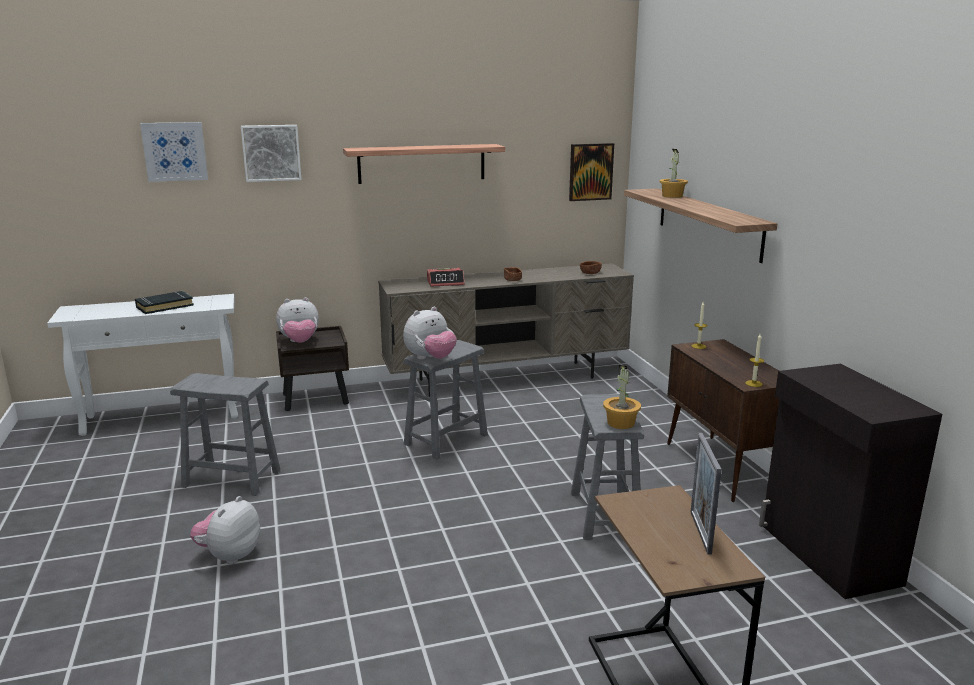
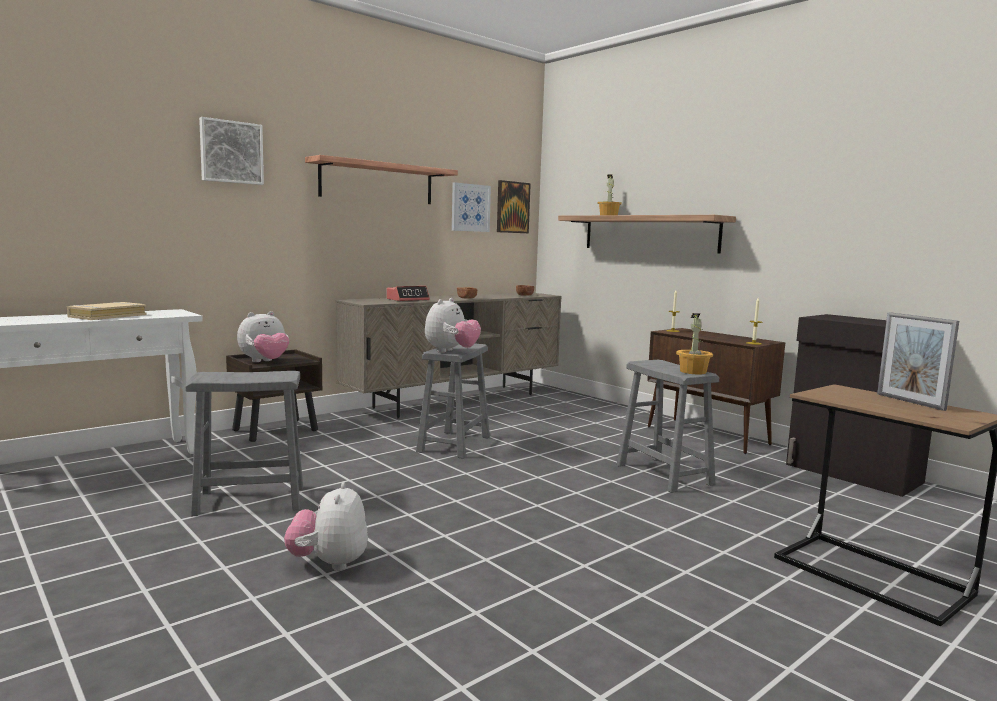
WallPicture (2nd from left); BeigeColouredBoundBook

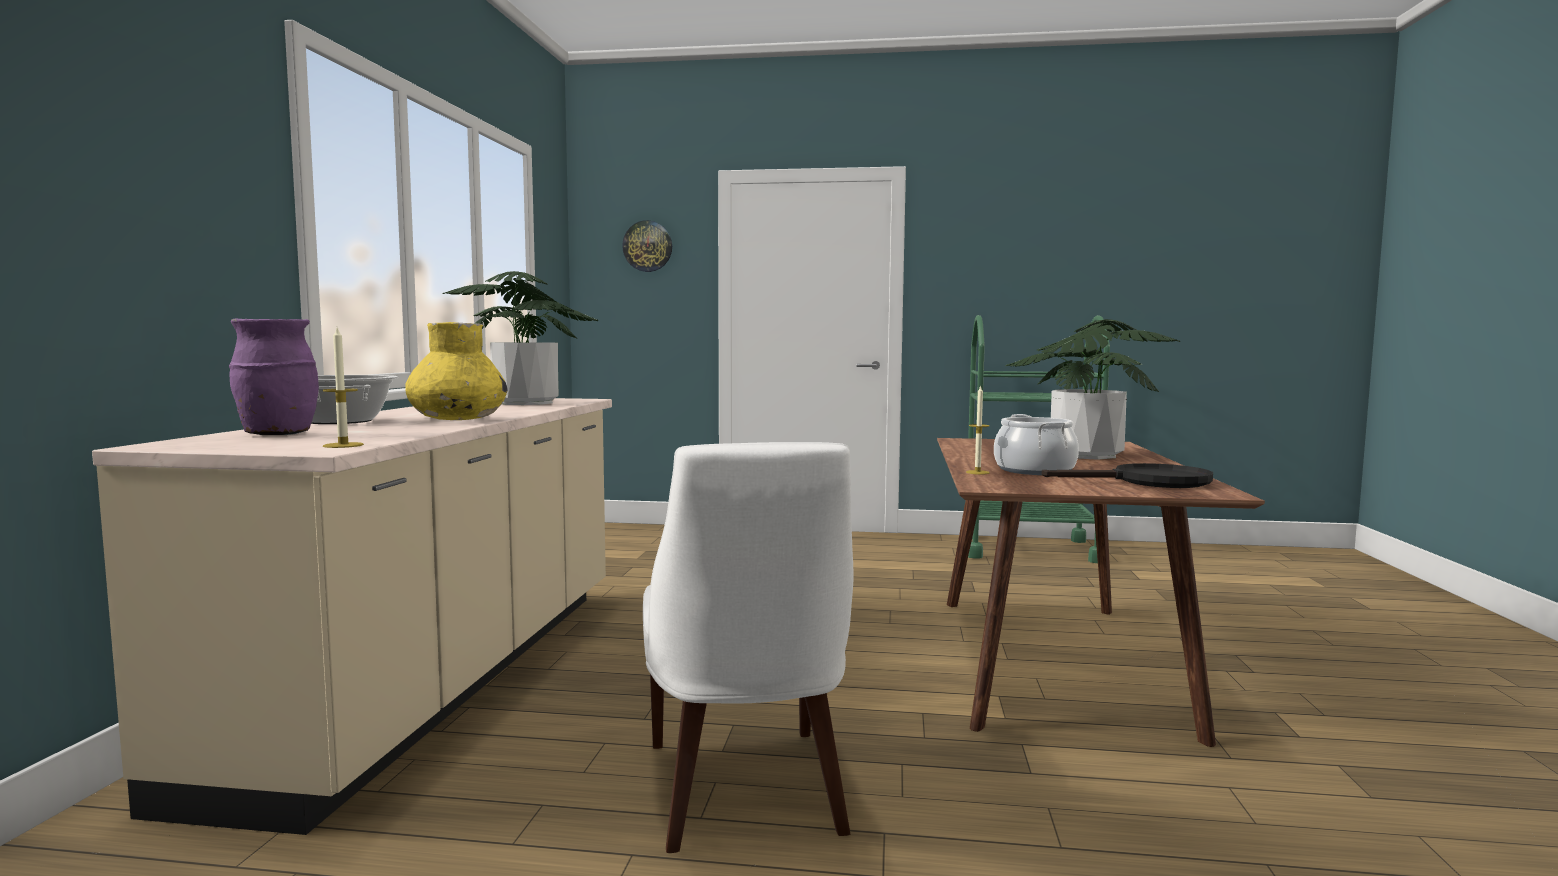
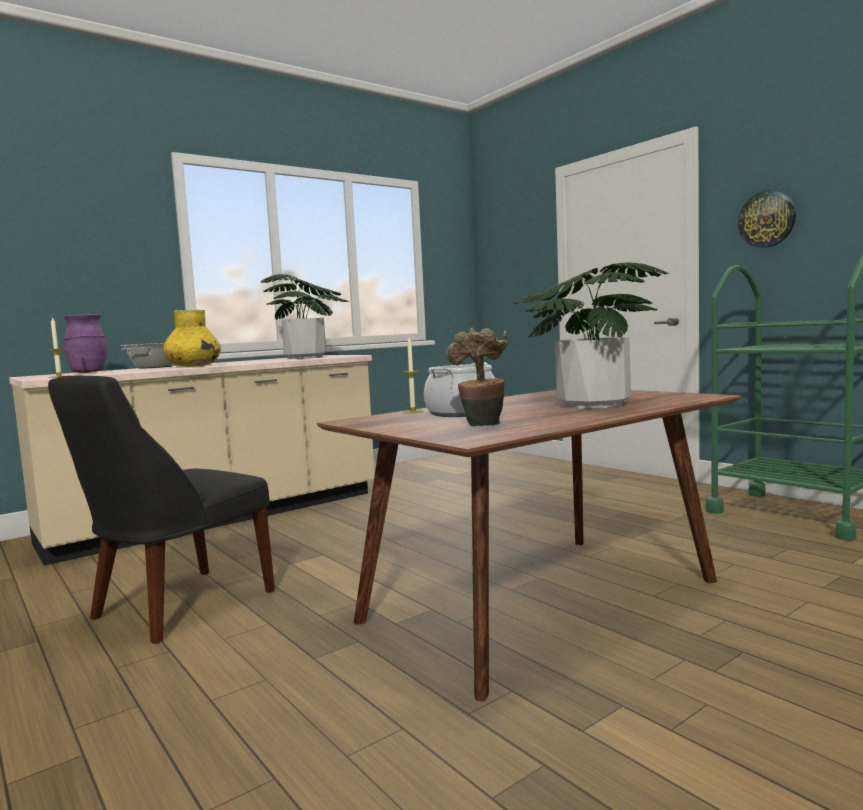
WallClock; PlantInAPot (2nd from left); BlackishPlainChair

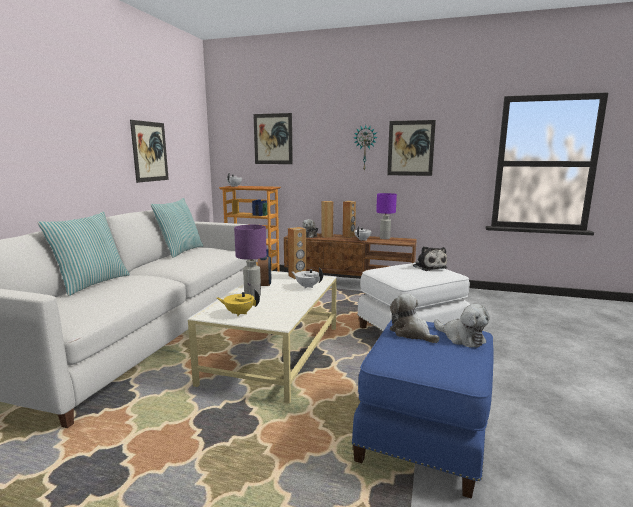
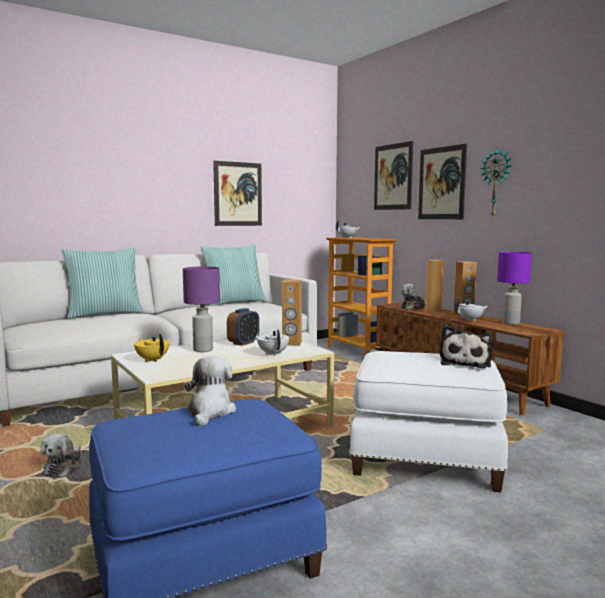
WallPicture (3rd from left); PlushToy (1st from left)

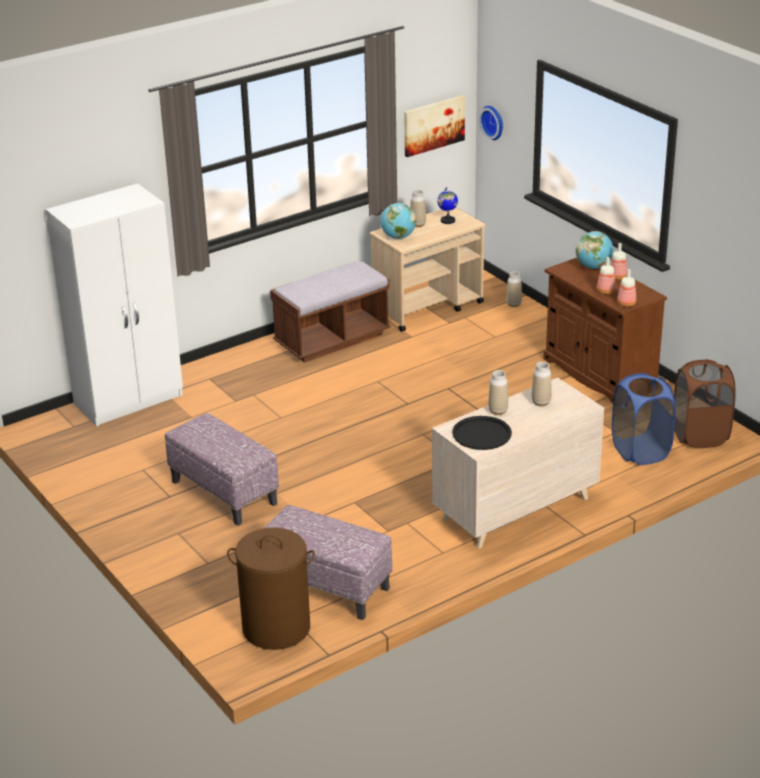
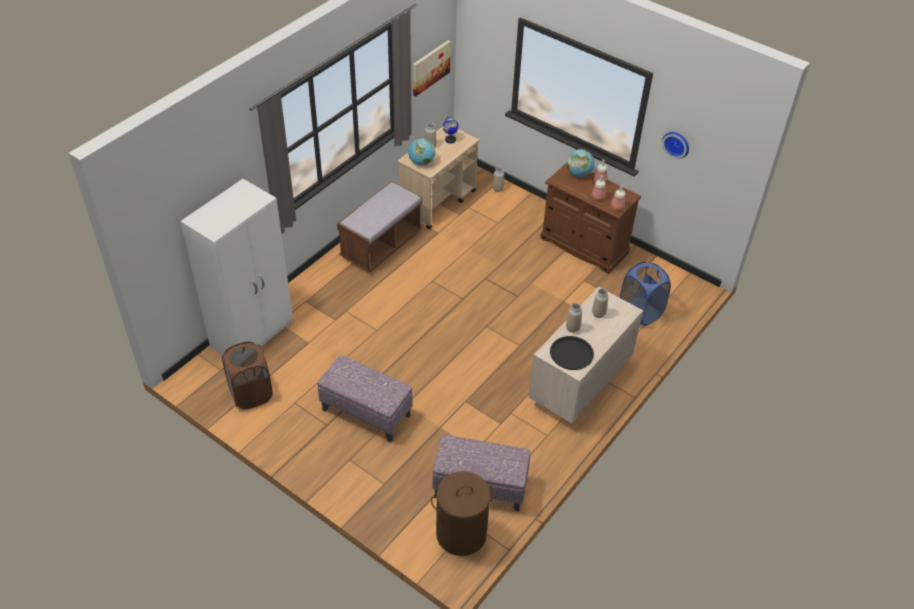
WallClock; BrownLaundryBasket (1st from left)

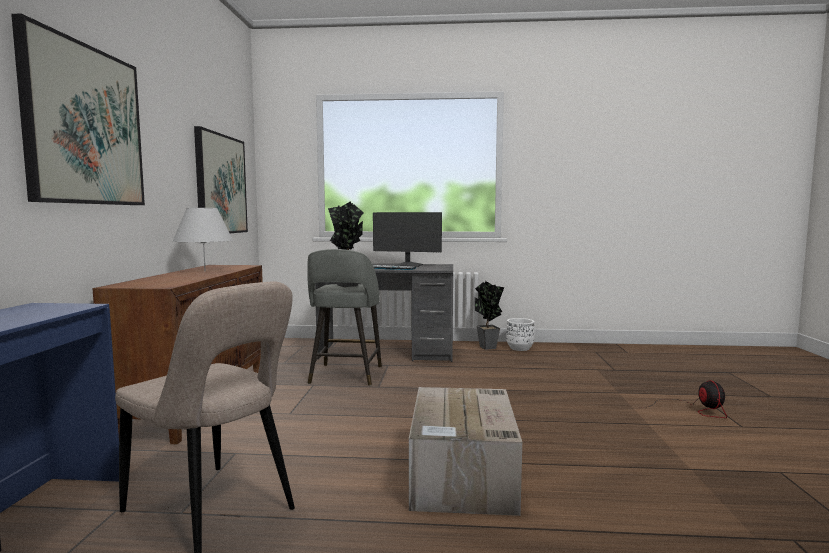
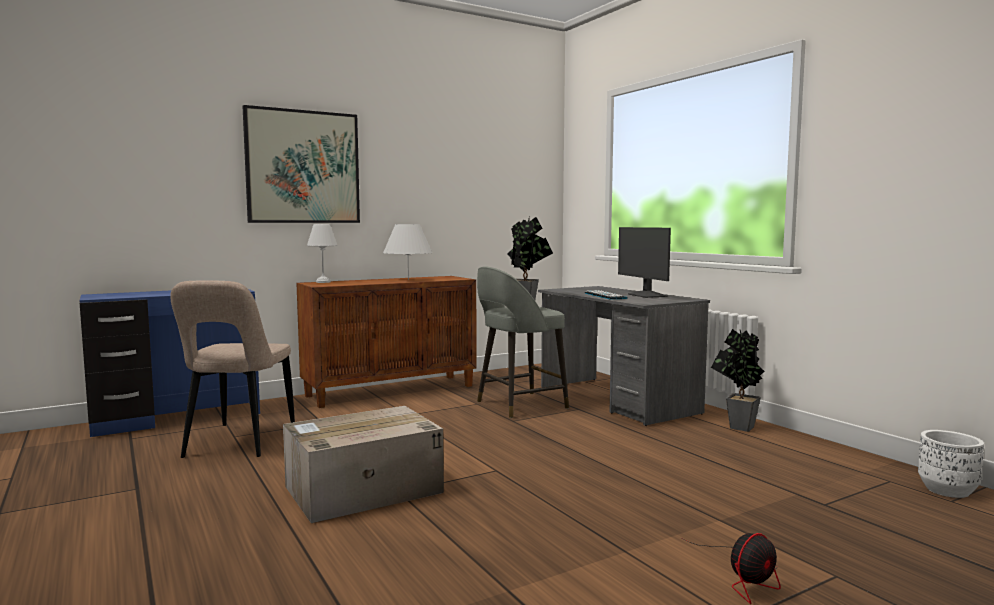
WallPicture (2nd from left in the first image); WhiteColouredLampForATable (1st from left); WhiteColouredPlanter

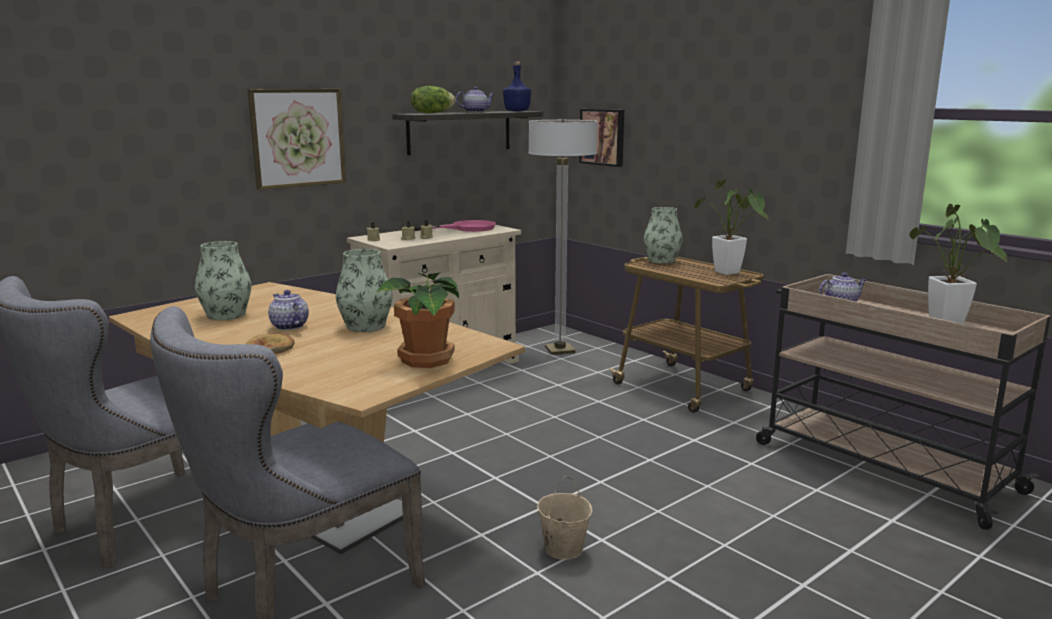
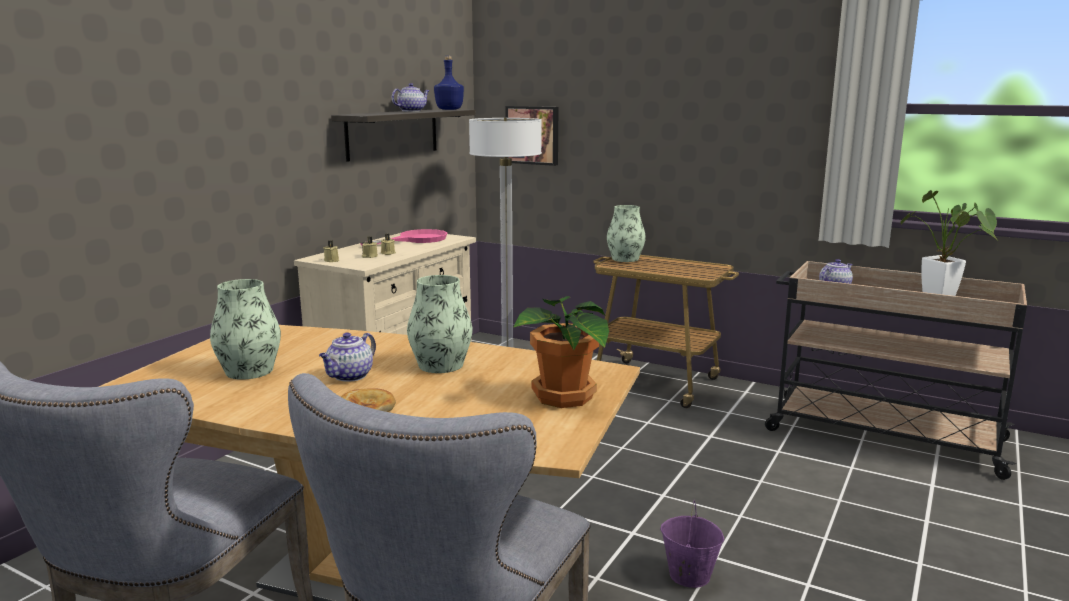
WallPicture (1st from left in the first image); HeadOfLettuce; PlantInAPot (2nd from left in the first image); PurplishWaterBucket; TeaPot (1st from left)

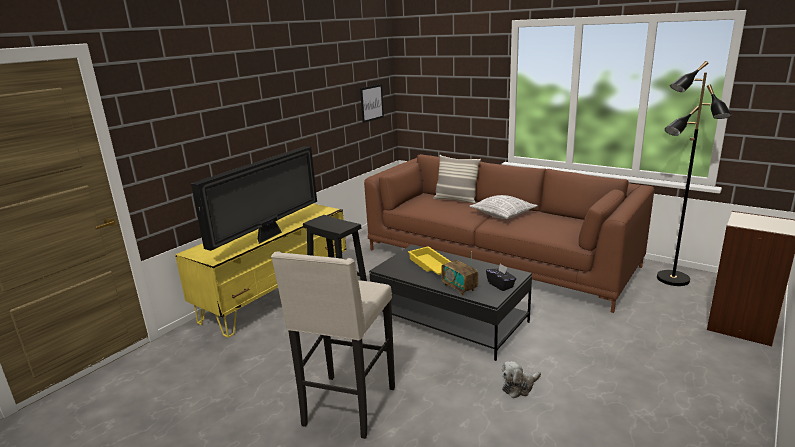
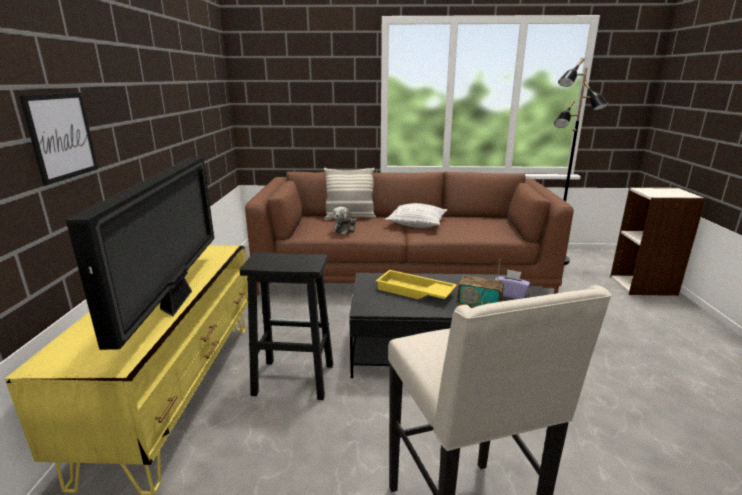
WallPicture; PlushToy; PurplishBoxOfTissues

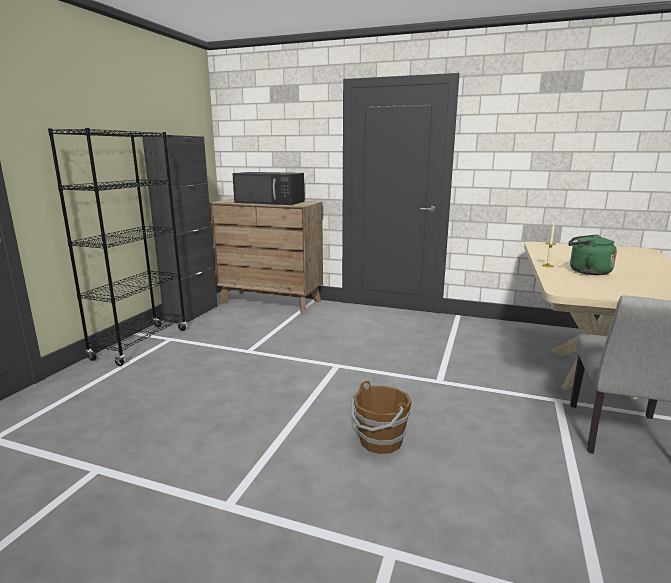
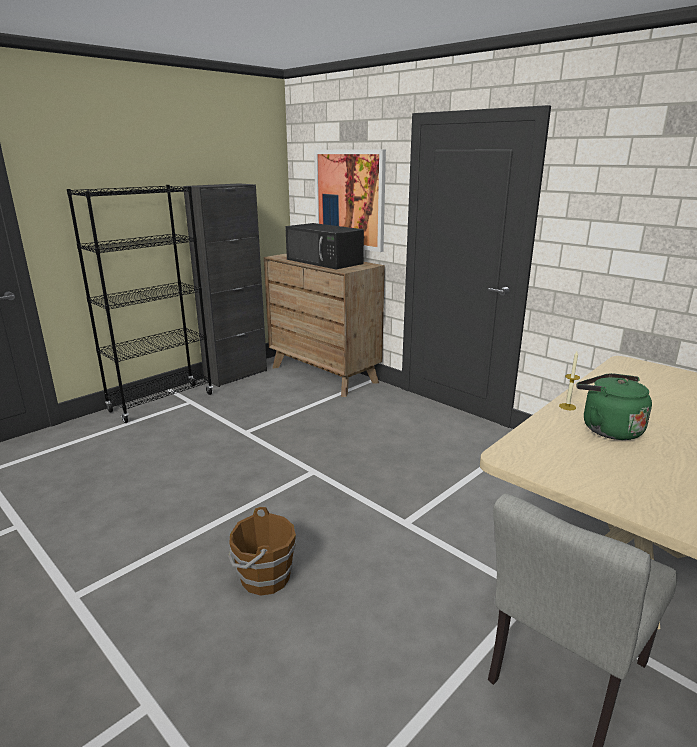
WallPicture

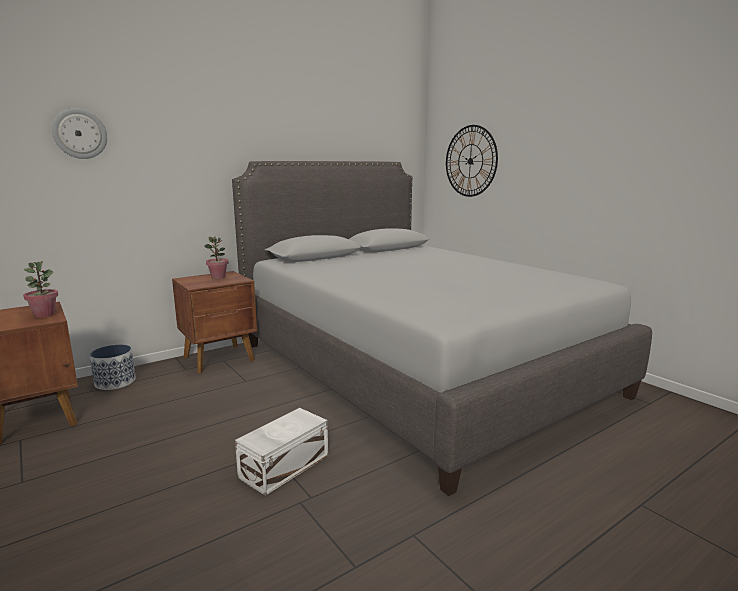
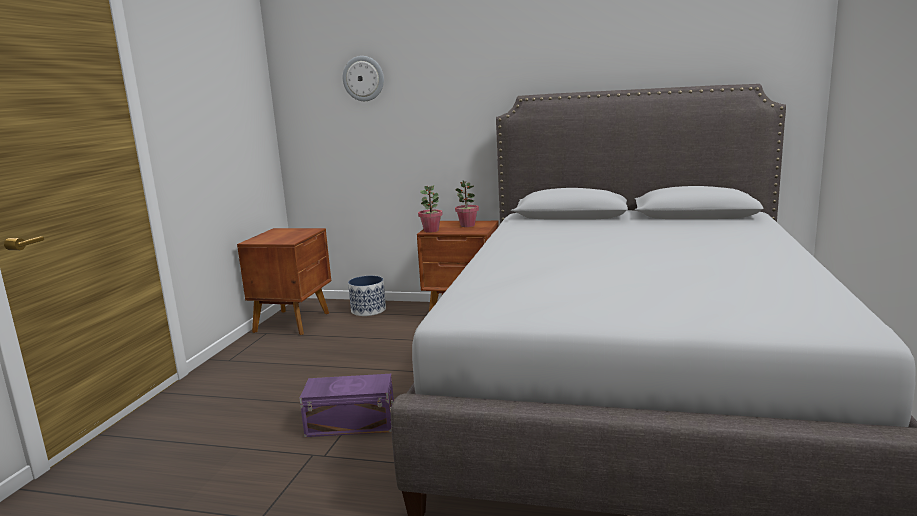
WallClock (2nd from left in the first image); PlantInAPot (1st from left); PurplishStorageBin

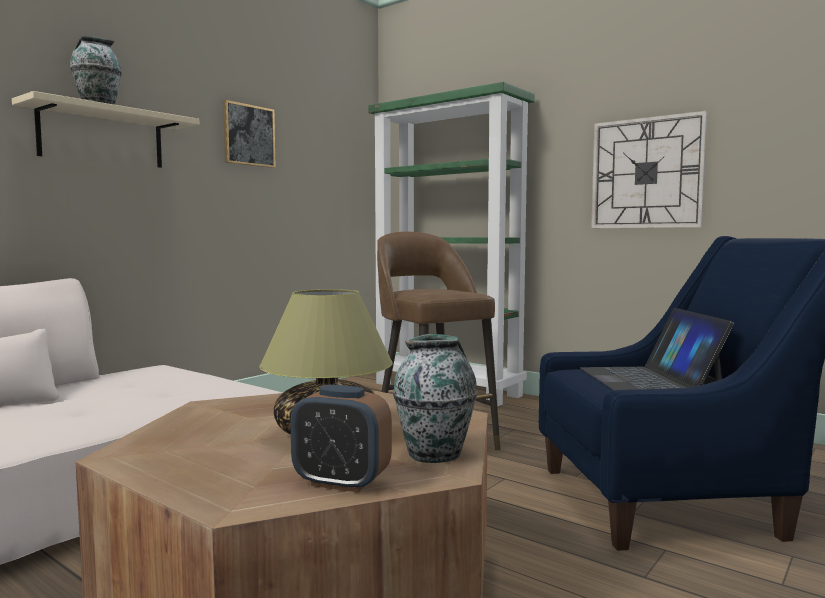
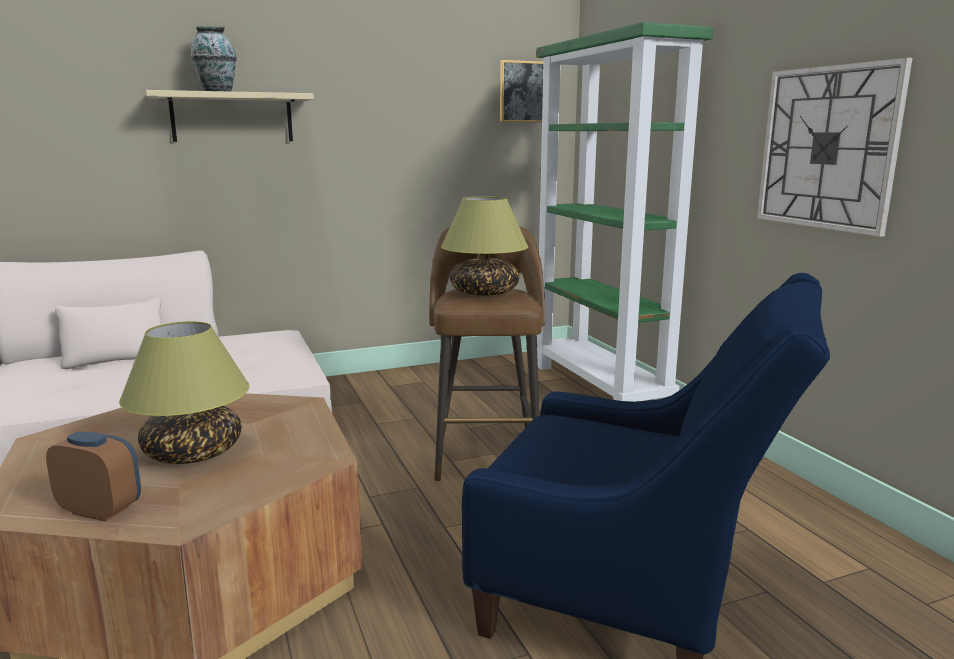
DecorativeVase (2nd from left in the first image); PortableComputer; LampForATable (2nd from left); WallPicture; BedsideClock

